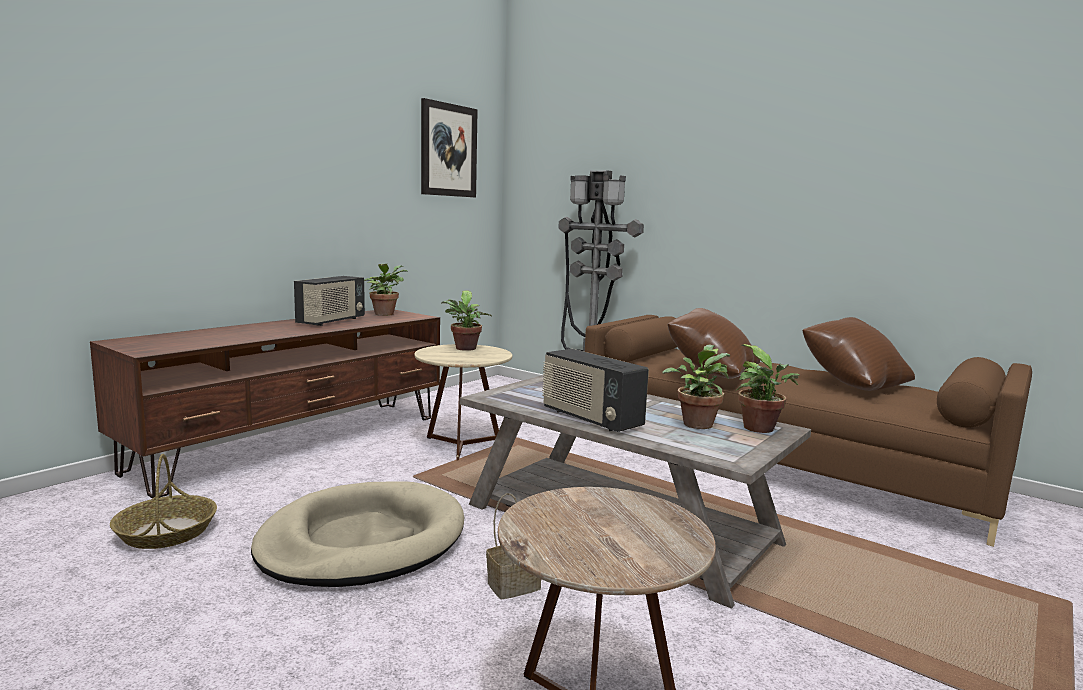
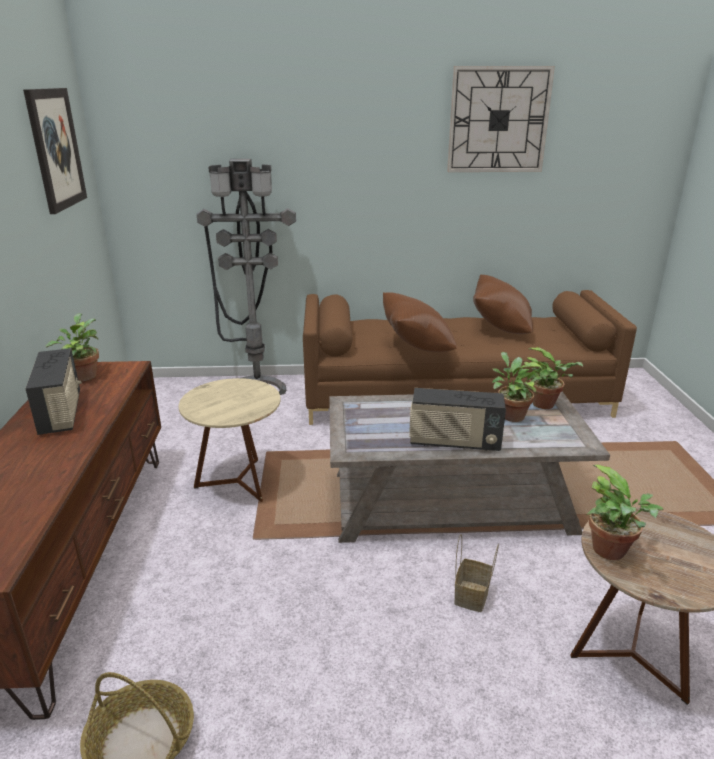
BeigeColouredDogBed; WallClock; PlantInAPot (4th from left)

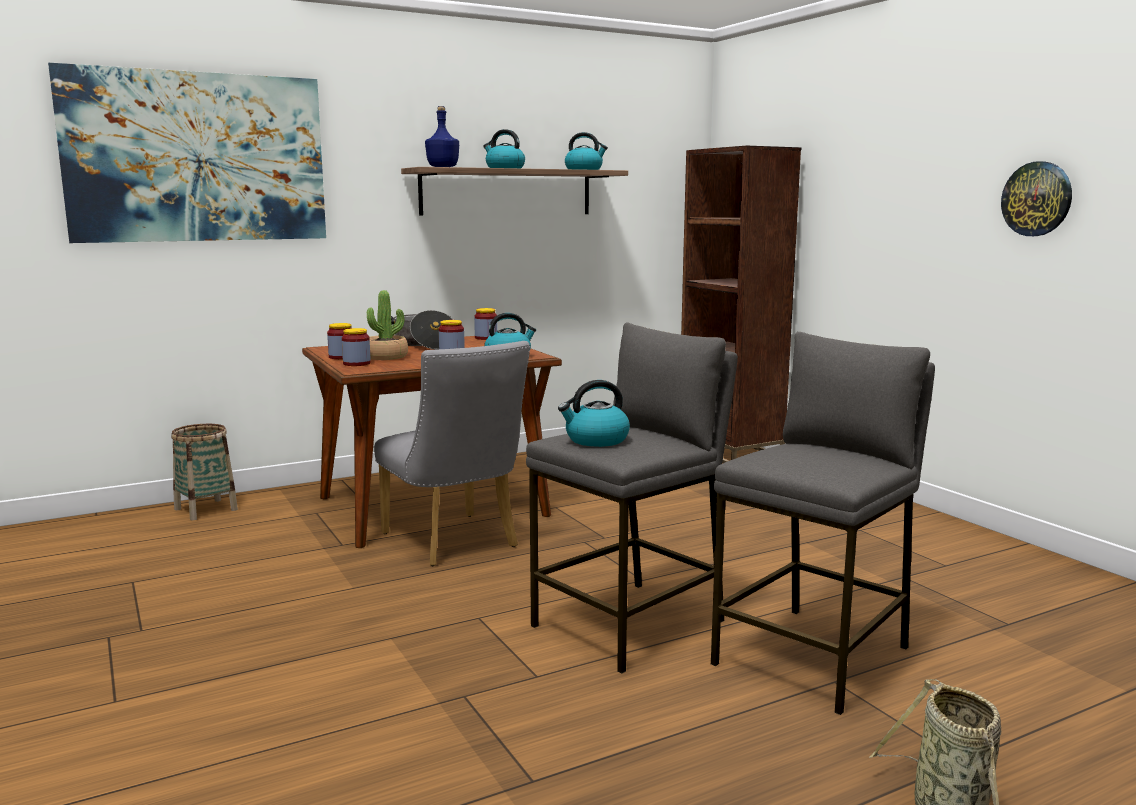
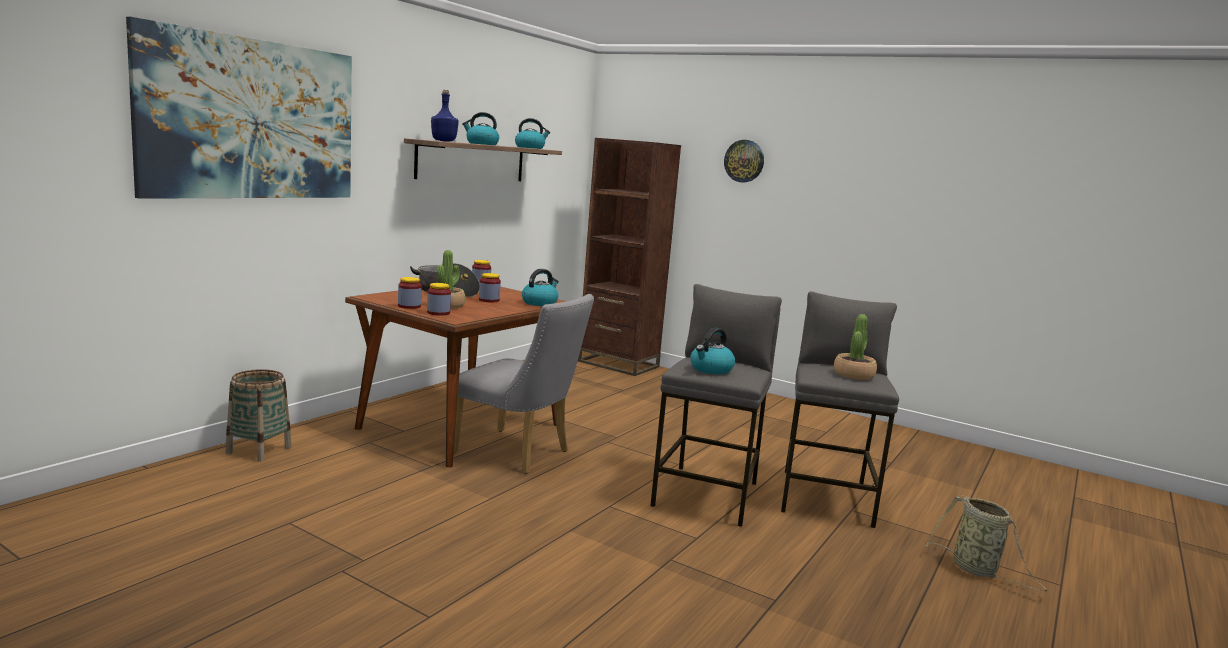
PlantInAPot (2nd from left); WallClock

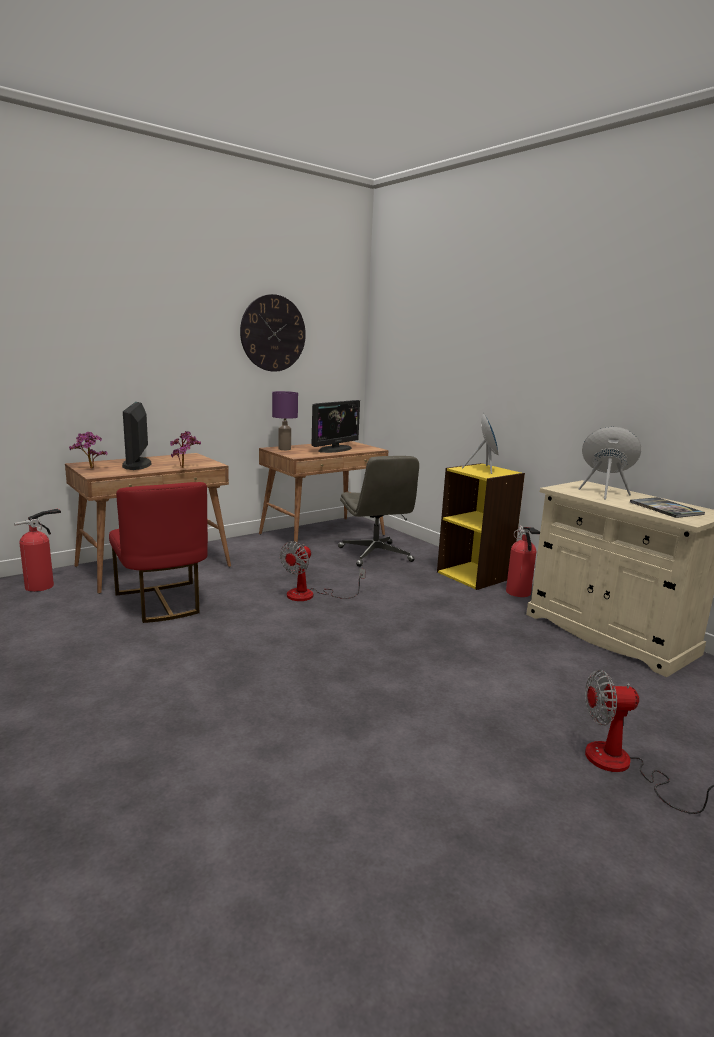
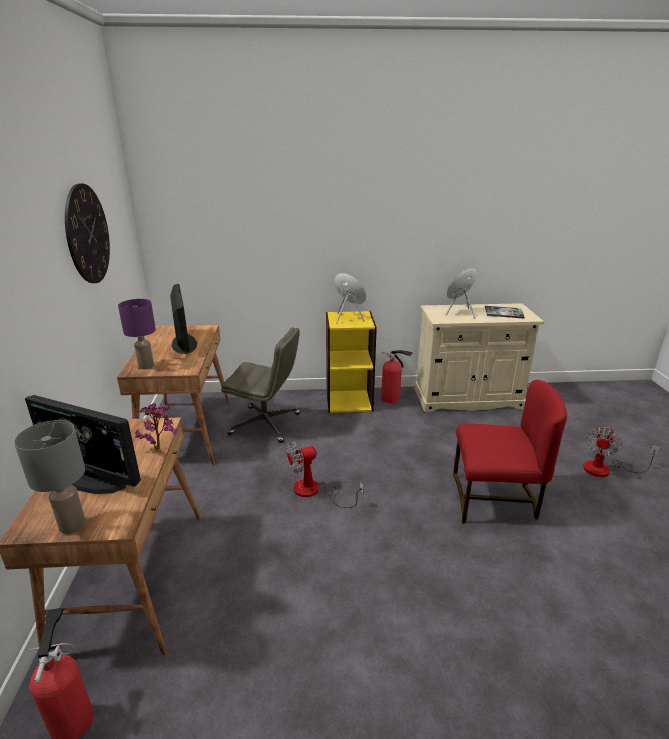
RedColouredPlainChair; GrayLampForATable; ElectricFan (1st from left)

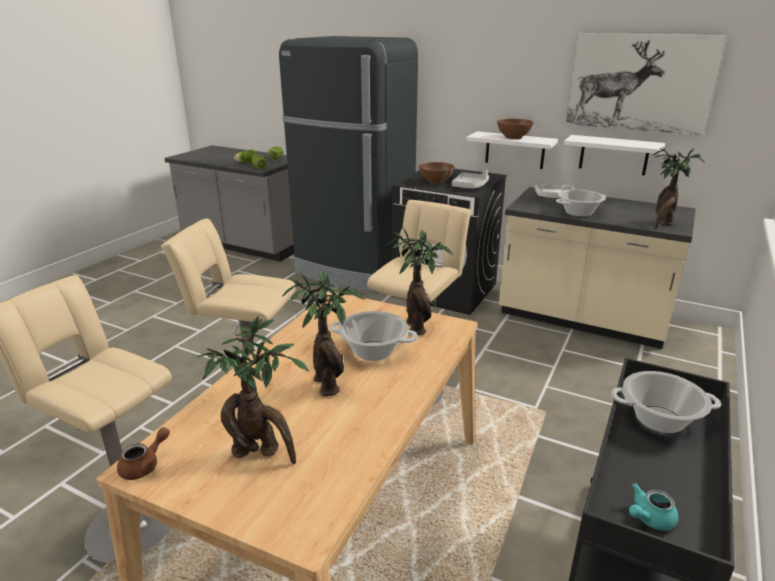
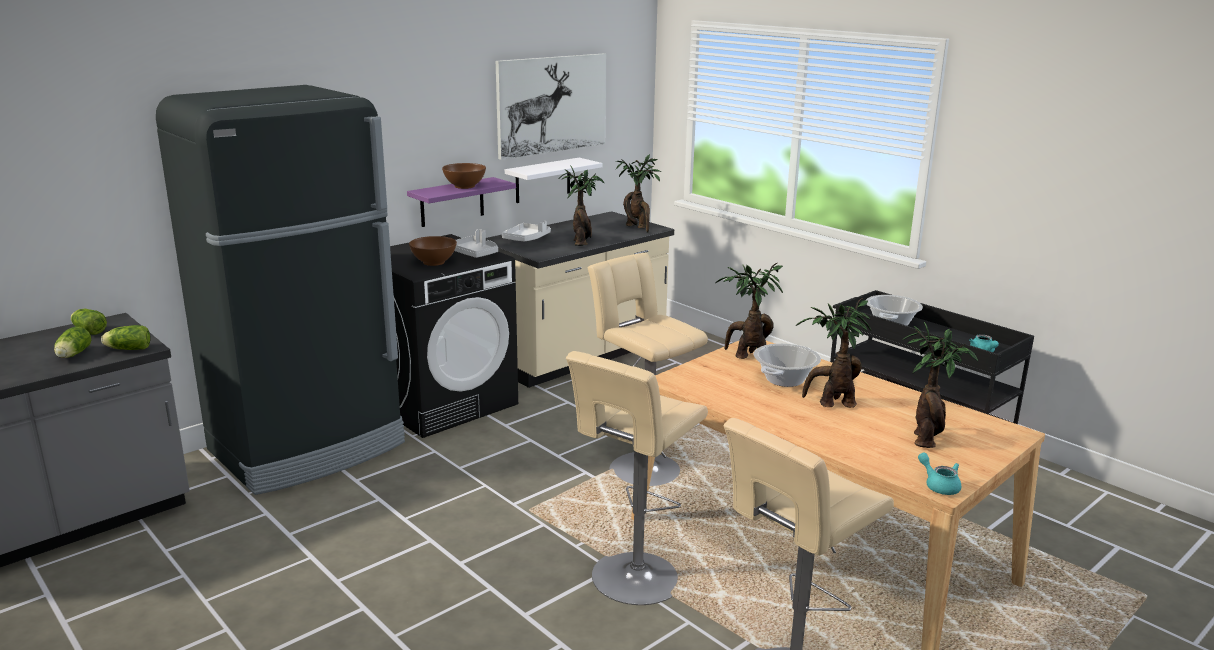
PlantInAPot (1st from left); TurquoiseTeaPot (1st from left); PurplishShelf

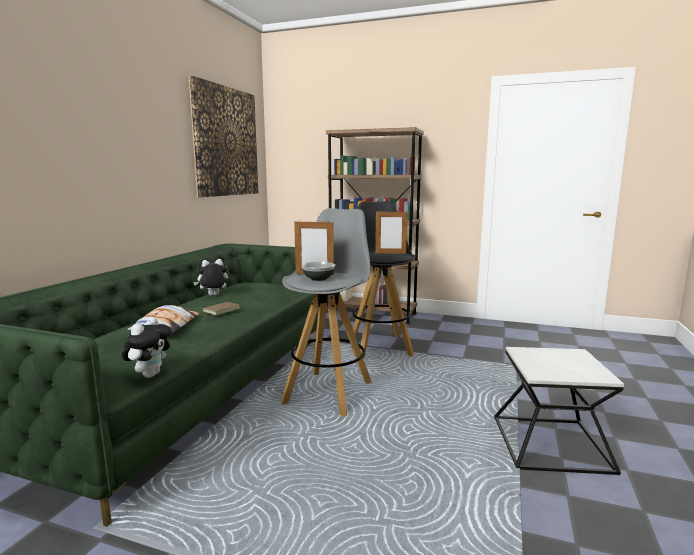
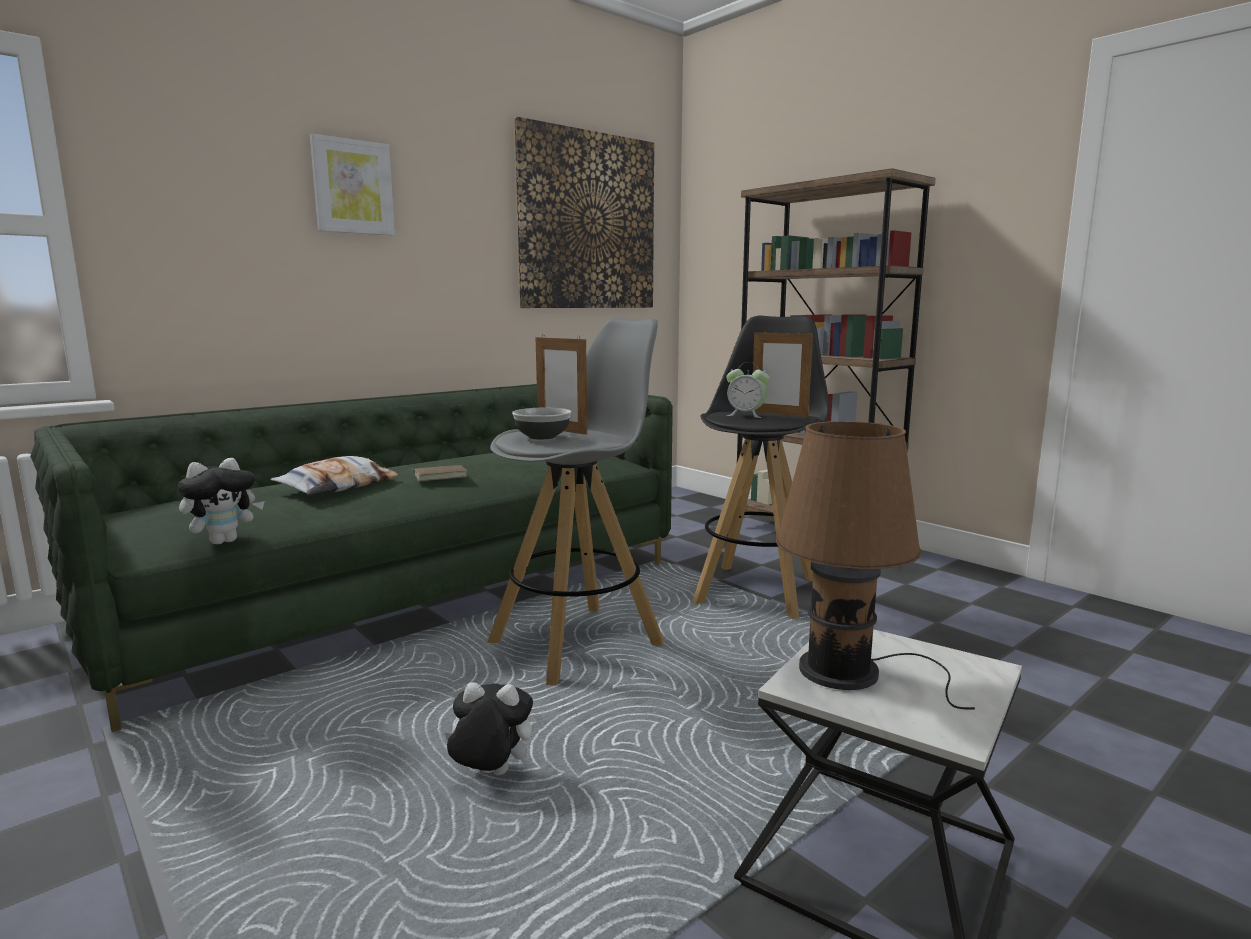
WallPicture (1st from left); BedsideClock; BrownLampForATable; PlushToy (2nd from left)

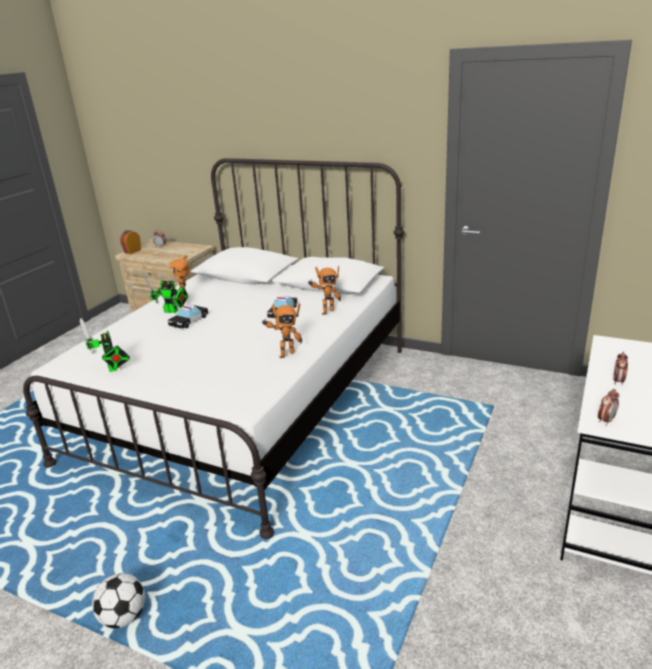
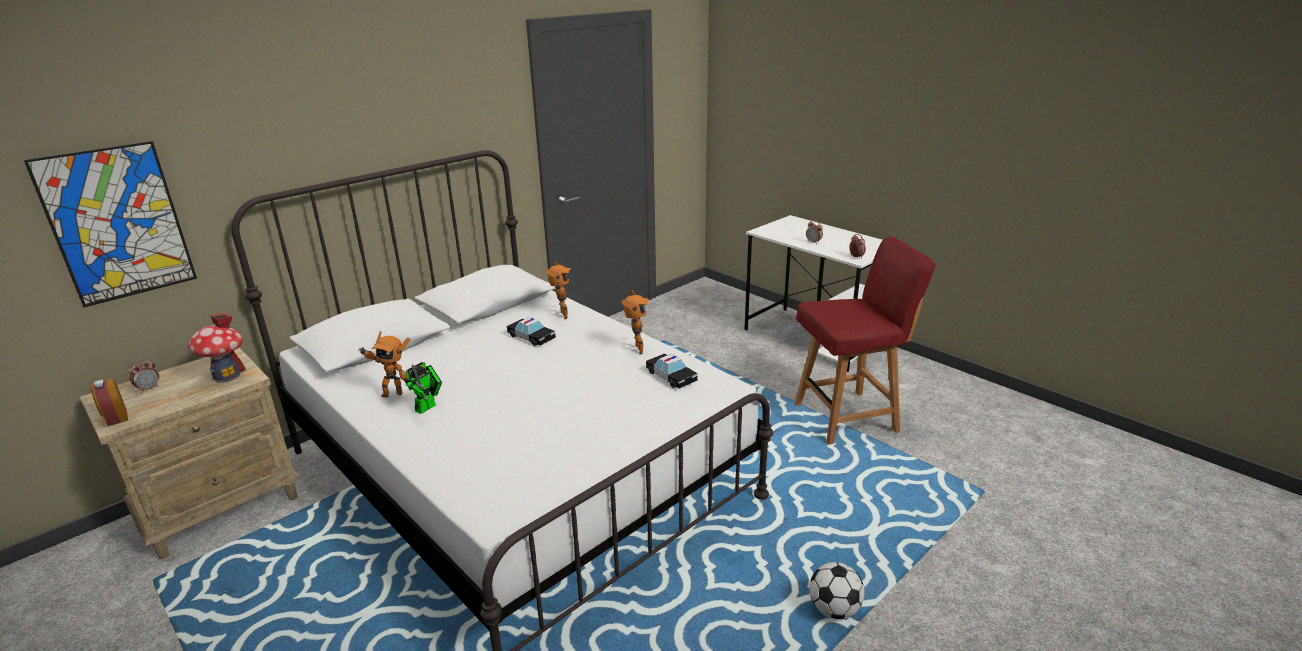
ToyRobot (1st from left in the first image); WallPicture; ModelHouse; RedColouredPlainChair; MiniatureCar (2nd from left)

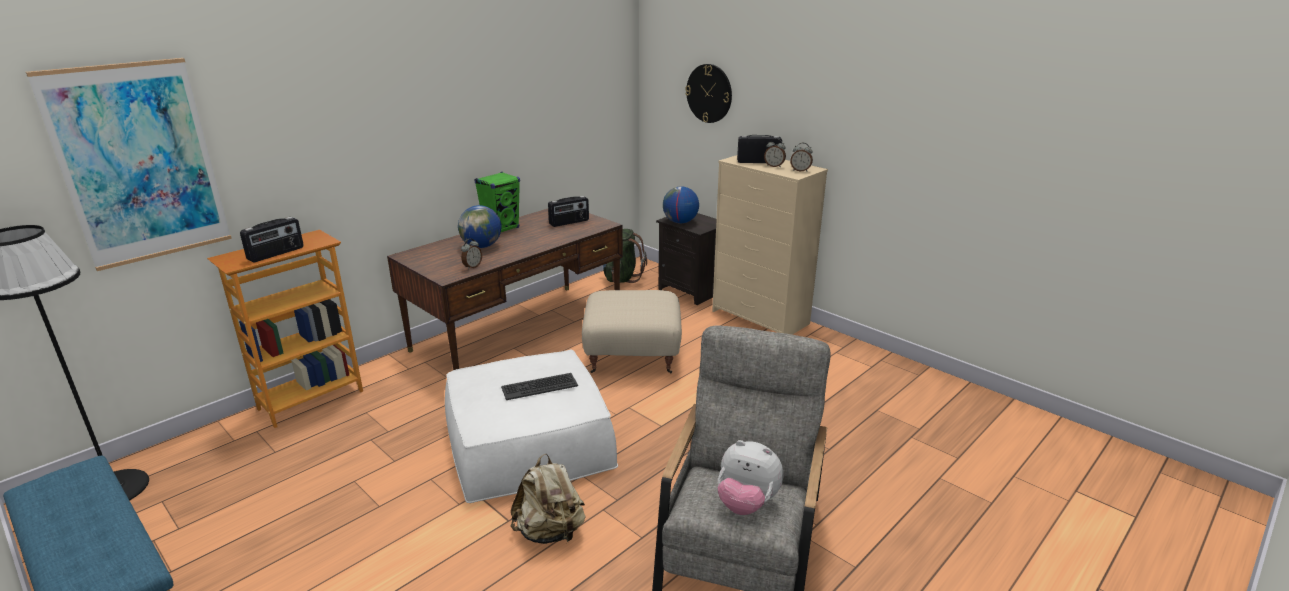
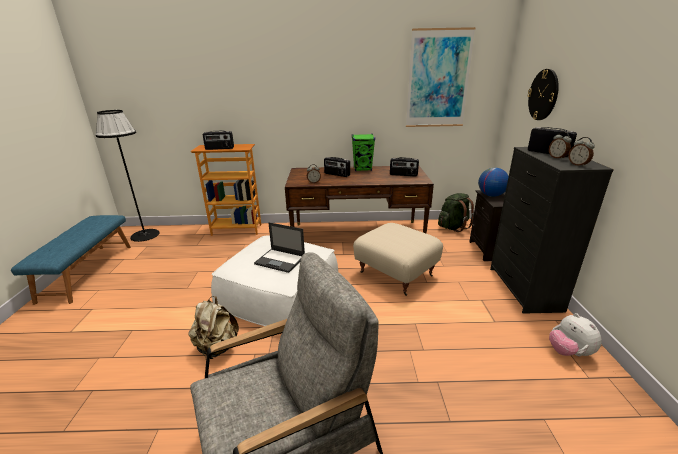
WallPicture; PlushToy; Radio (2nd from left); PortableComputer; BlackishChestOfDrawers

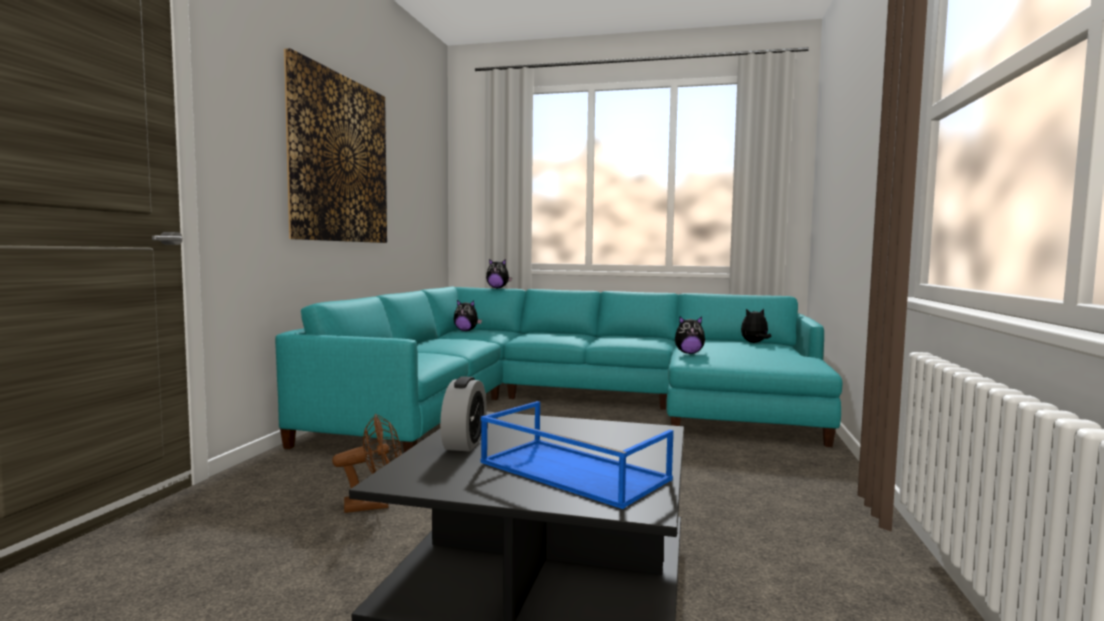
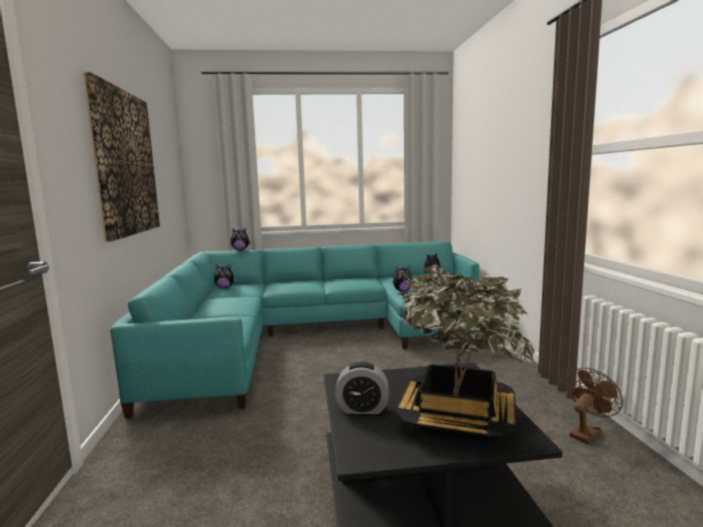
BrownElectricFan; PlantInAPot; BedsideClock

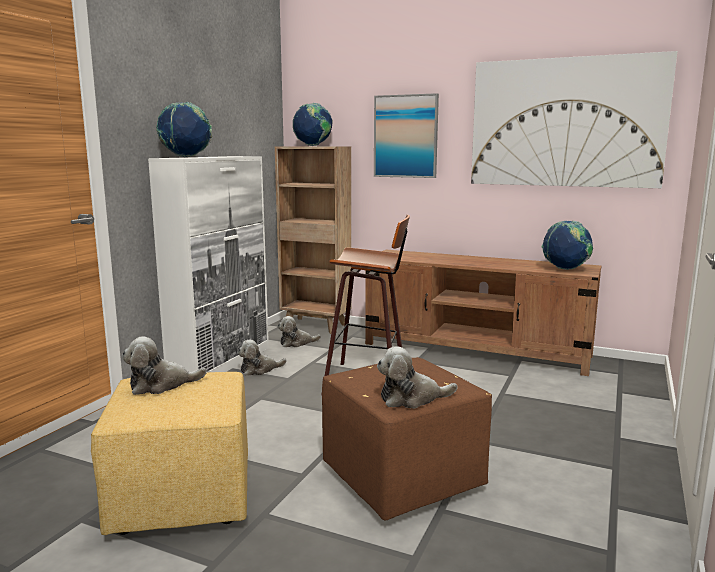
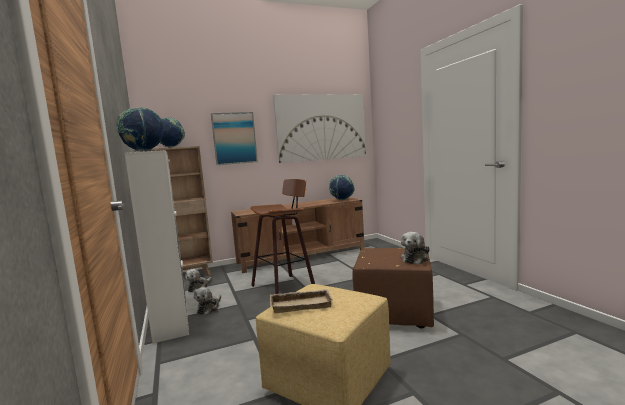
BeigeColouredCarryingTray

